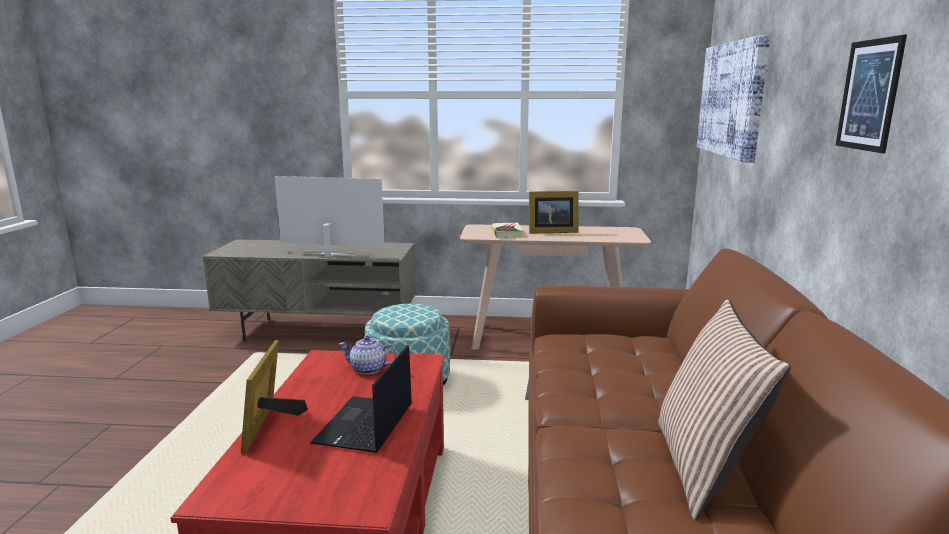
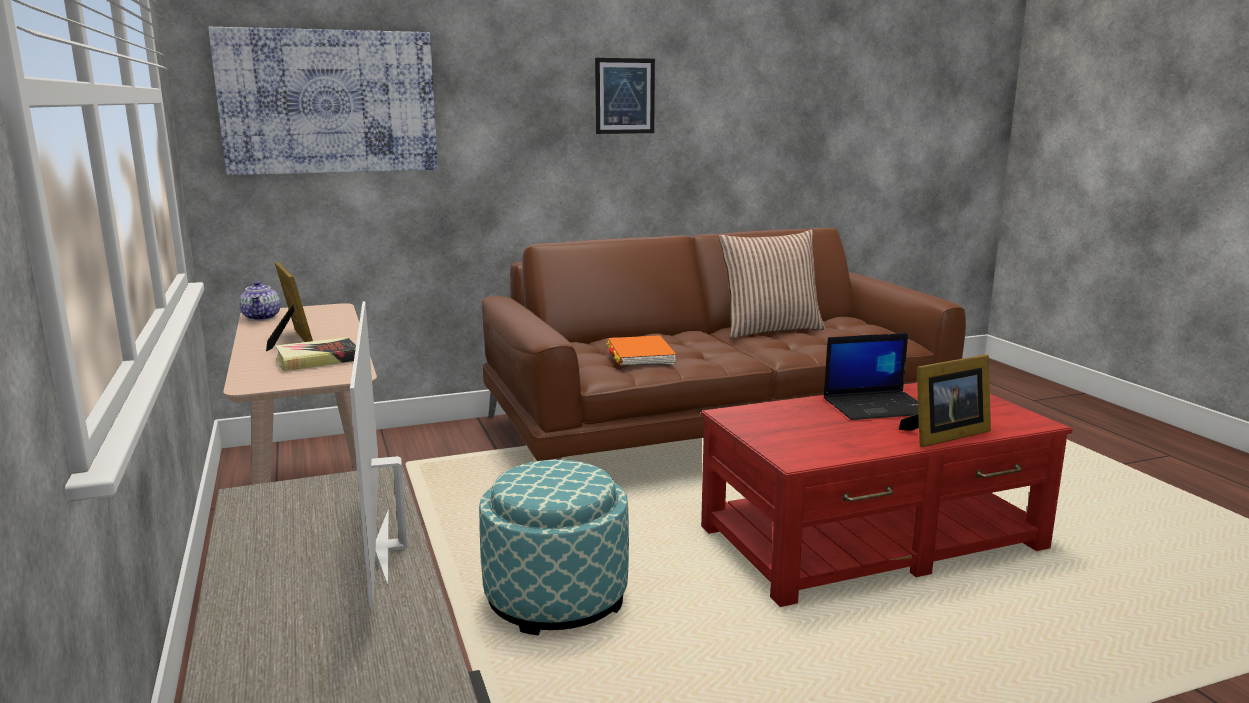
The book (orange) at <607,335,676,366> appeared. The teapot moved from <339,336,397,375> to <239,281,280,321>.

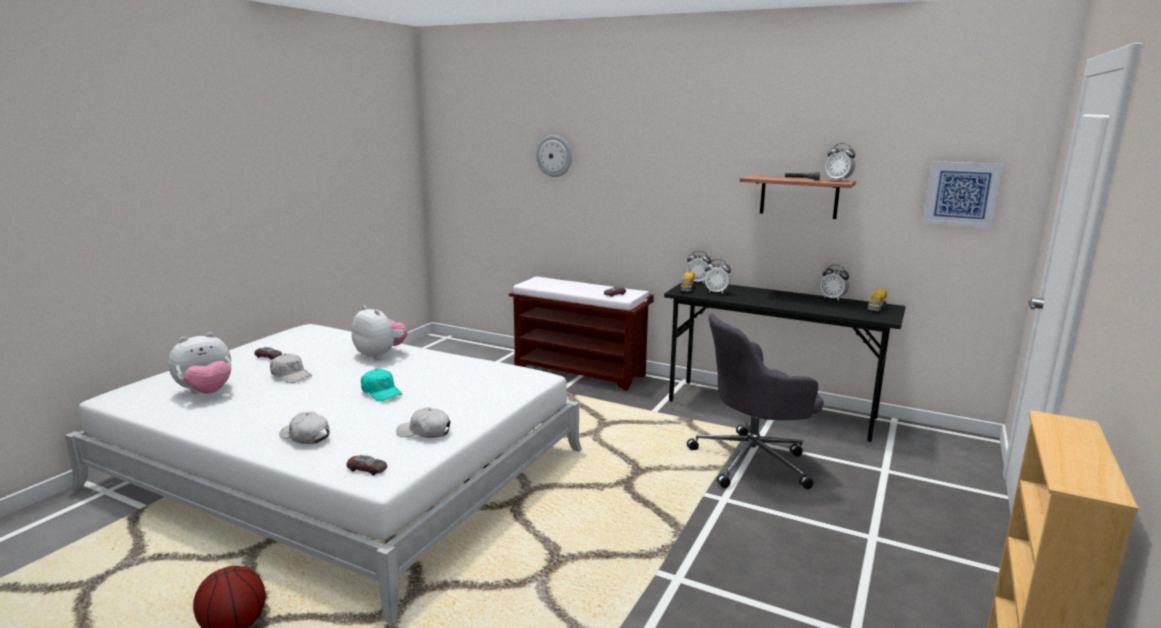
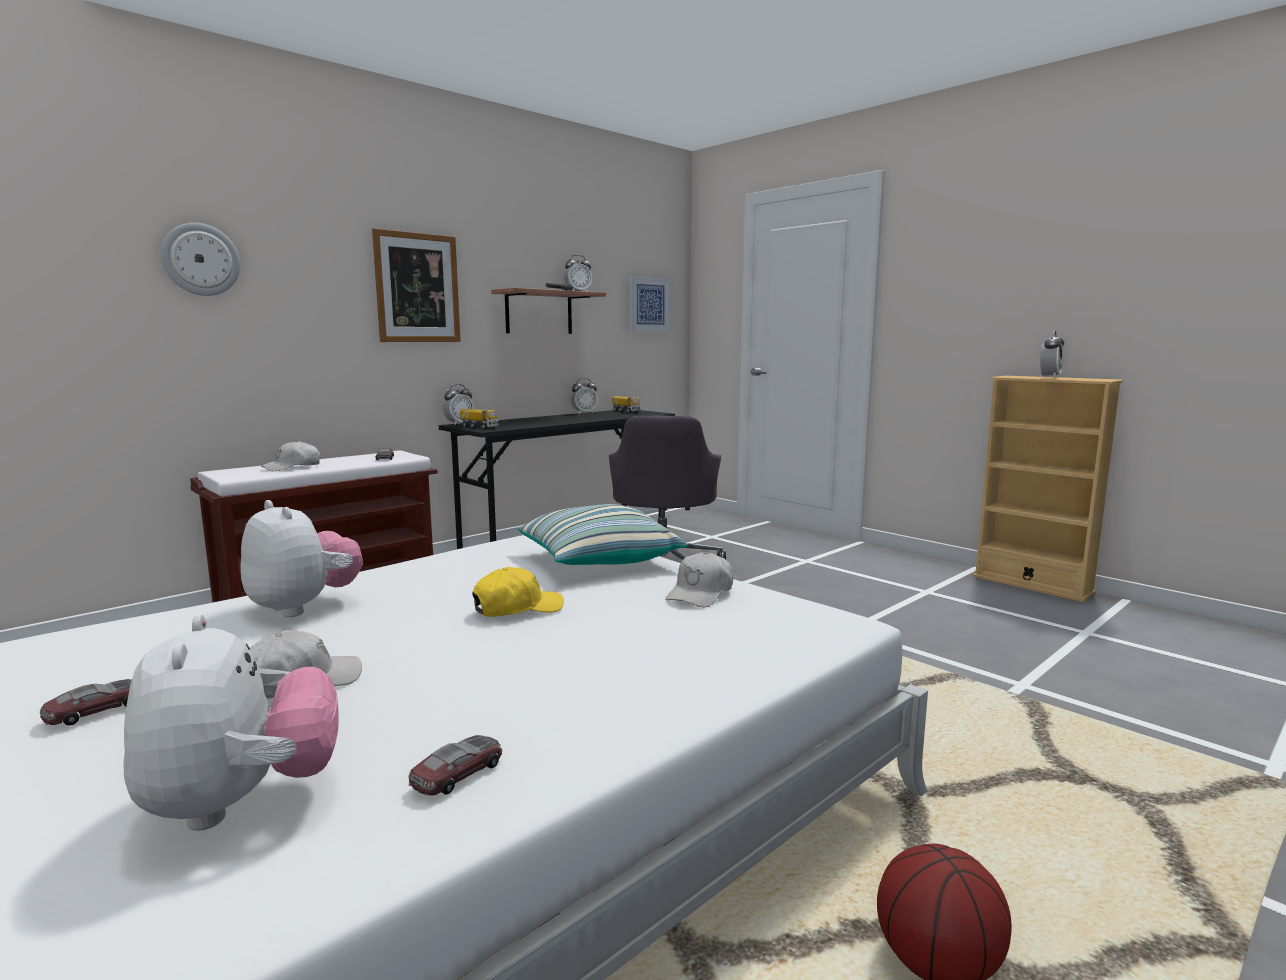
The picture at <372,228,461,342> appeared. The pillow at <516,504,688,565> appeared. The cap (white) moved from <279,412,330,444> to <261,440,320,471>. The toy car moved from <347,455,387,475> to <409,735,502,796>. The alarm clock moved from <705,259,731,293> to <1040,330,1064,378>. The cap (turquoise) at <361,369,402,401> became the cap (yellow) at <472,567,564,617>. The plush toy at <352,306,407,360> turned 75 degrees clockwise.

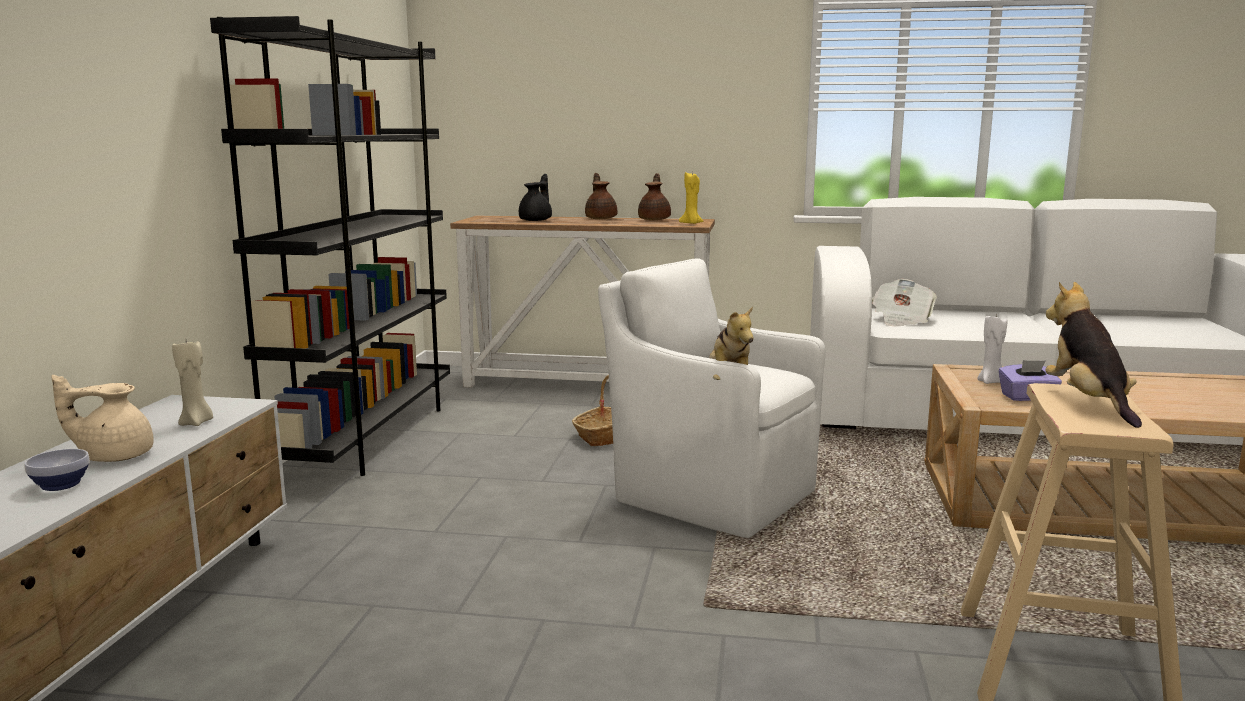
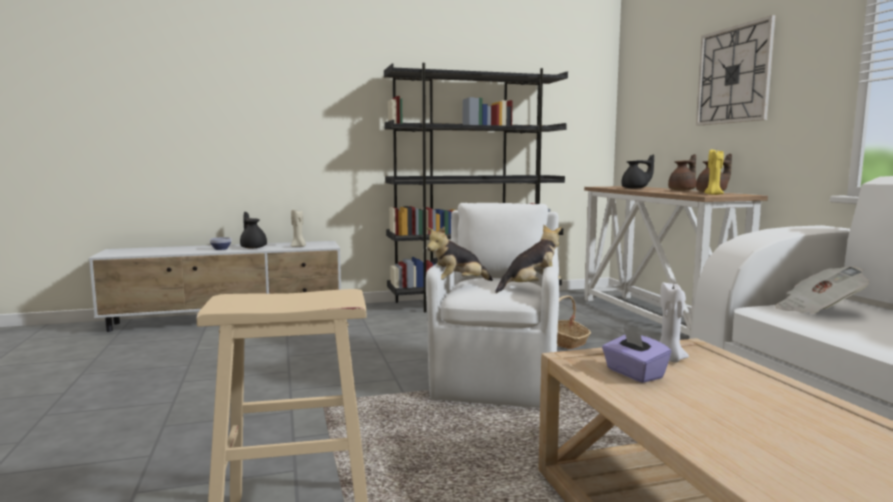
The wall clock at <696,15,776,126> appeared. The plush toy moved from <1045,282,1142,428> to <495,225,562,293>. The teapot (beige) at <51,375,154,462> became the teapot (black) at <240,212,267,249>.

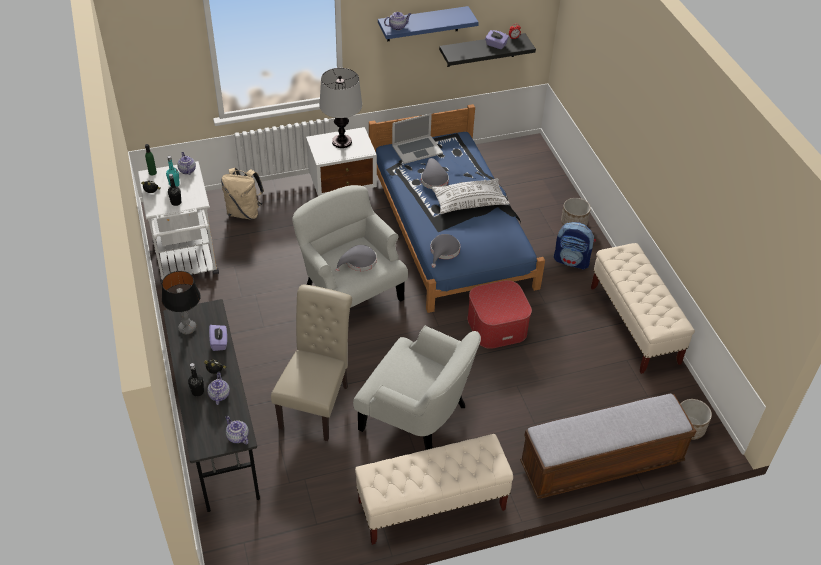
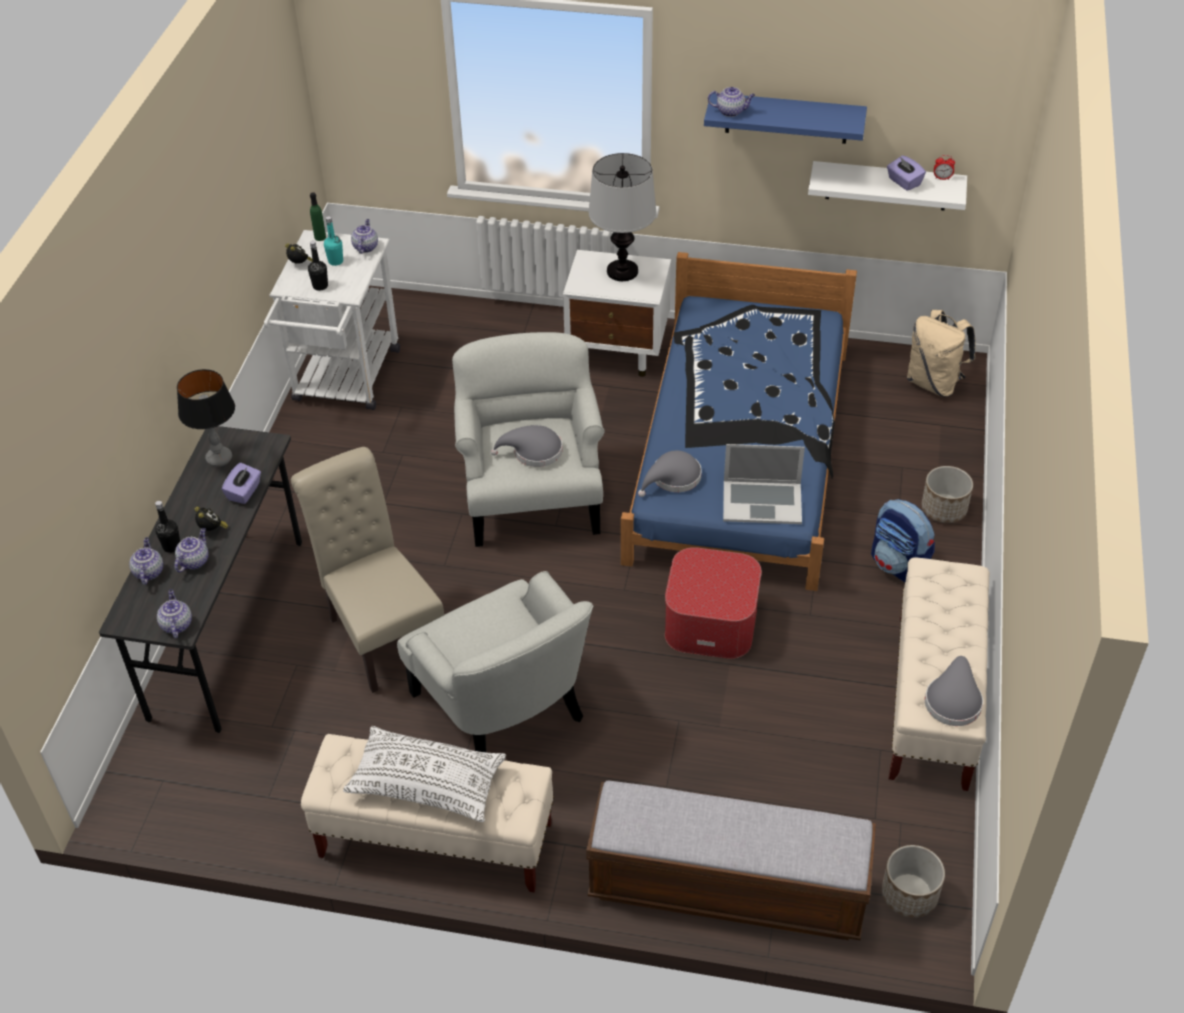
The teapot at <129,537,163,585> appeared. The backpack (beige) moved from <221,168,264,219> to <907,310,976,397>. The laptop moved from <392,113,443,164> to <723,444,805,524>. The hat (grey) moved from <421,158,449,189> to <925,656,983,726>. The pillow (white) moved from <432,178,510,214> to <343,726,506,822>. The shelf (black) at <439,33,536,67> became the shelf (white) at <808,161,967,211>. The chair (beige) at <271,284,352,441> turned 75 degrees counterclockwise.

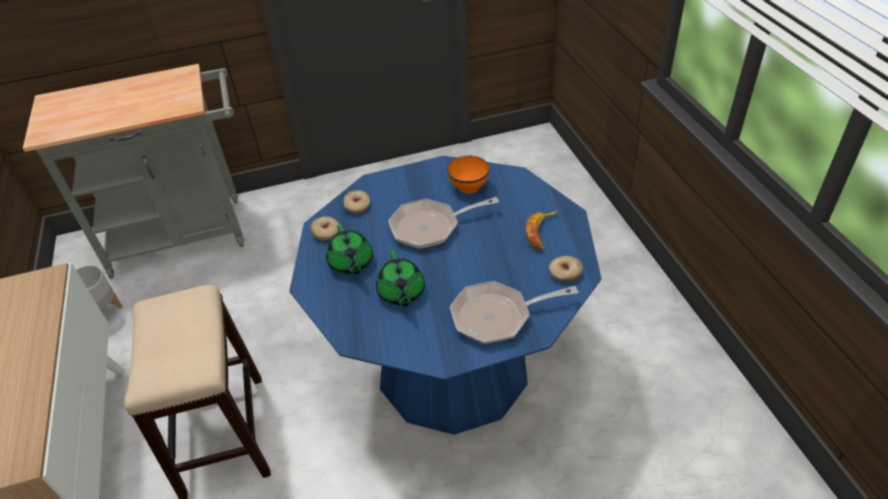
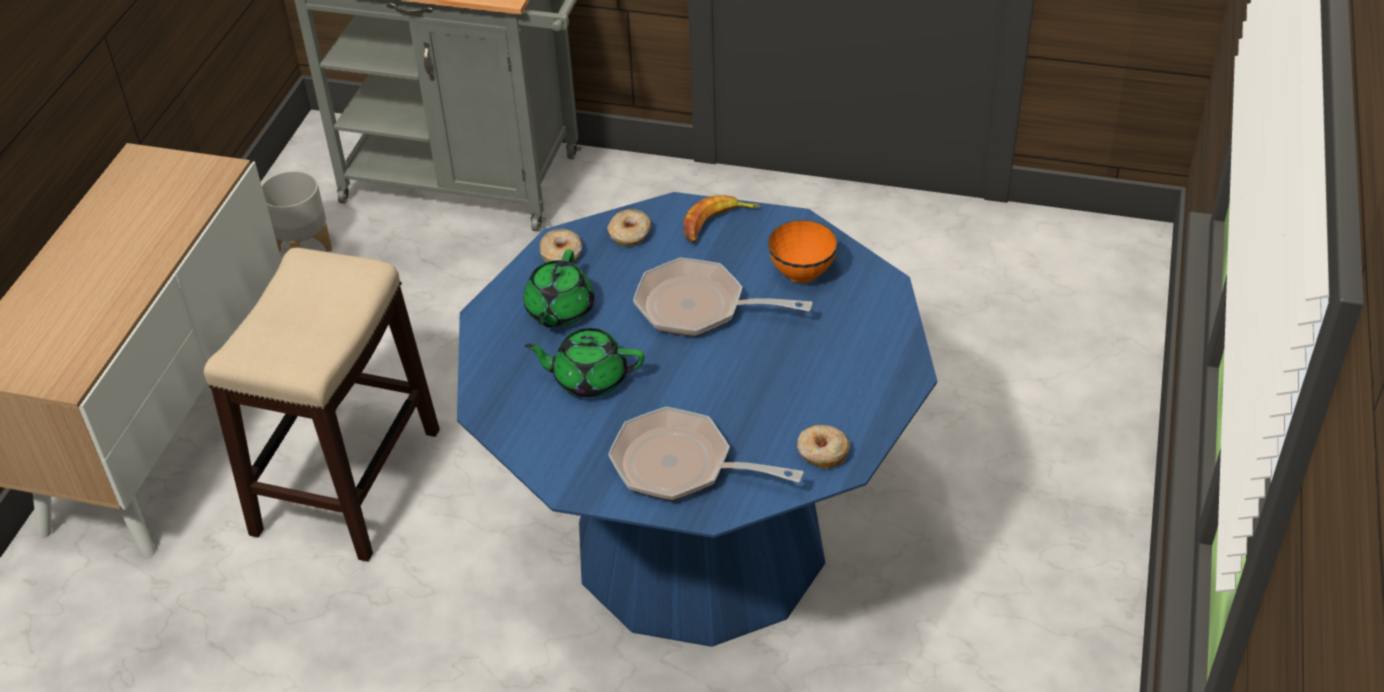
The banana moved from <526,211,558,250> to <683,195,760,243>. The teapot (green) at <376,250,425,306> turned 75 degrees clockwise.

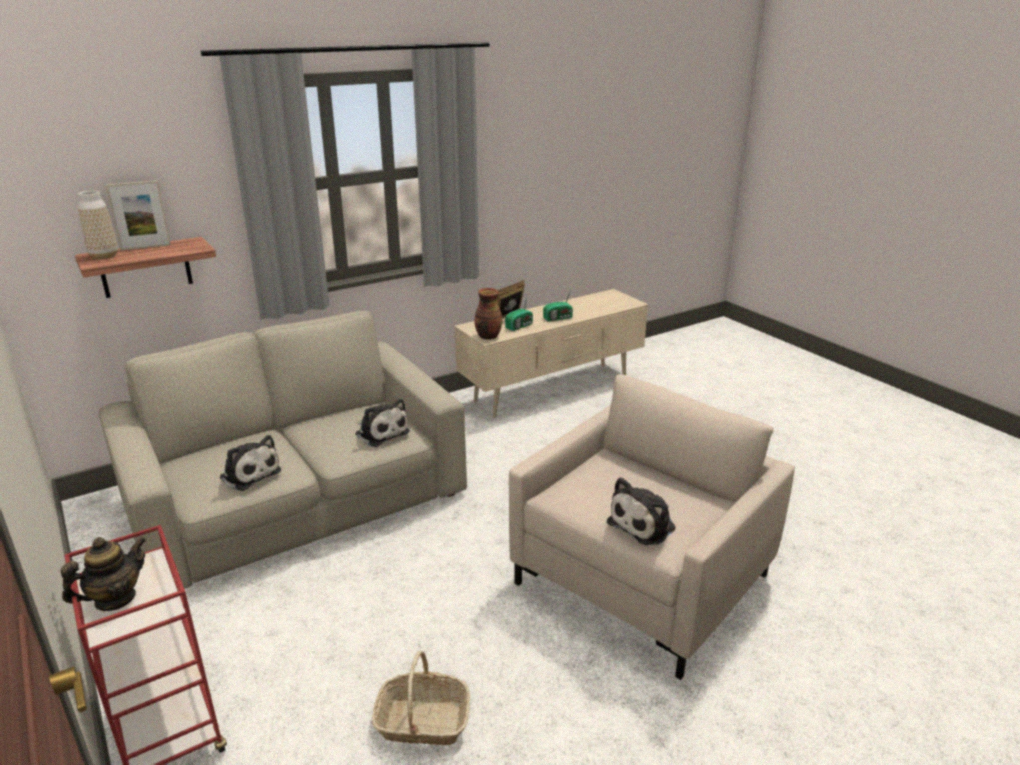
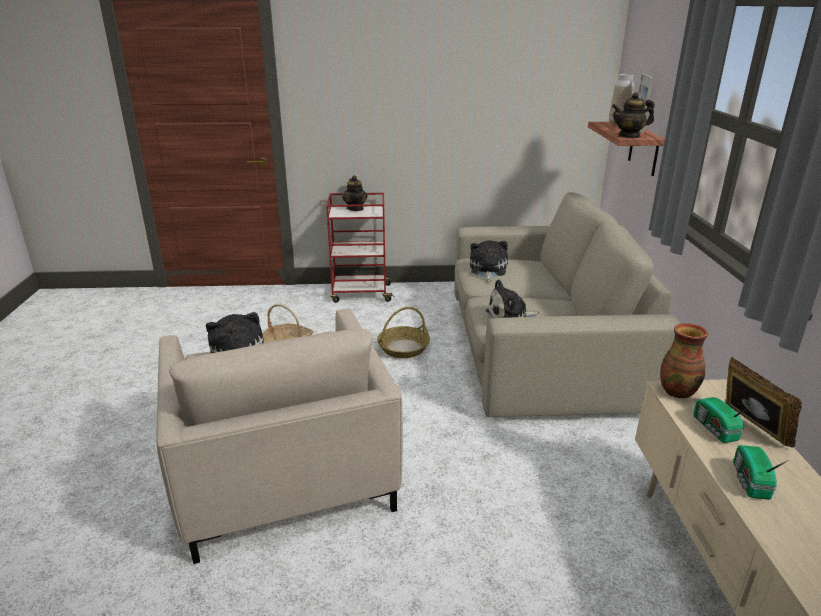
The basket at <377,307,430,358> appeared. The teapot at <612,92,654,138> appeared. The plush toy at <220,435,281,491> turned 120 degrees clockwise.

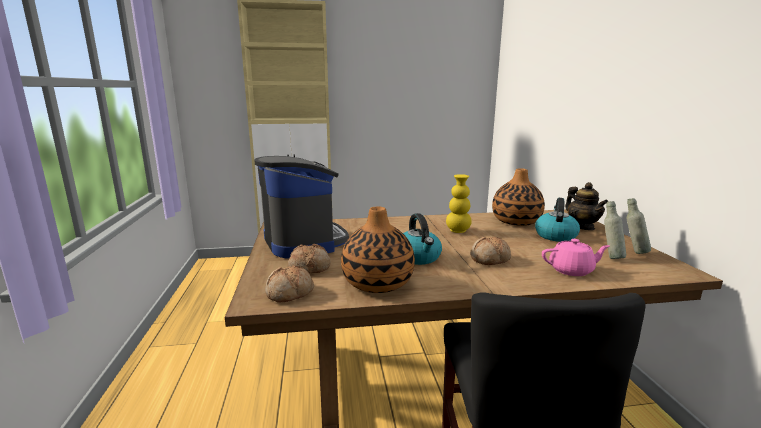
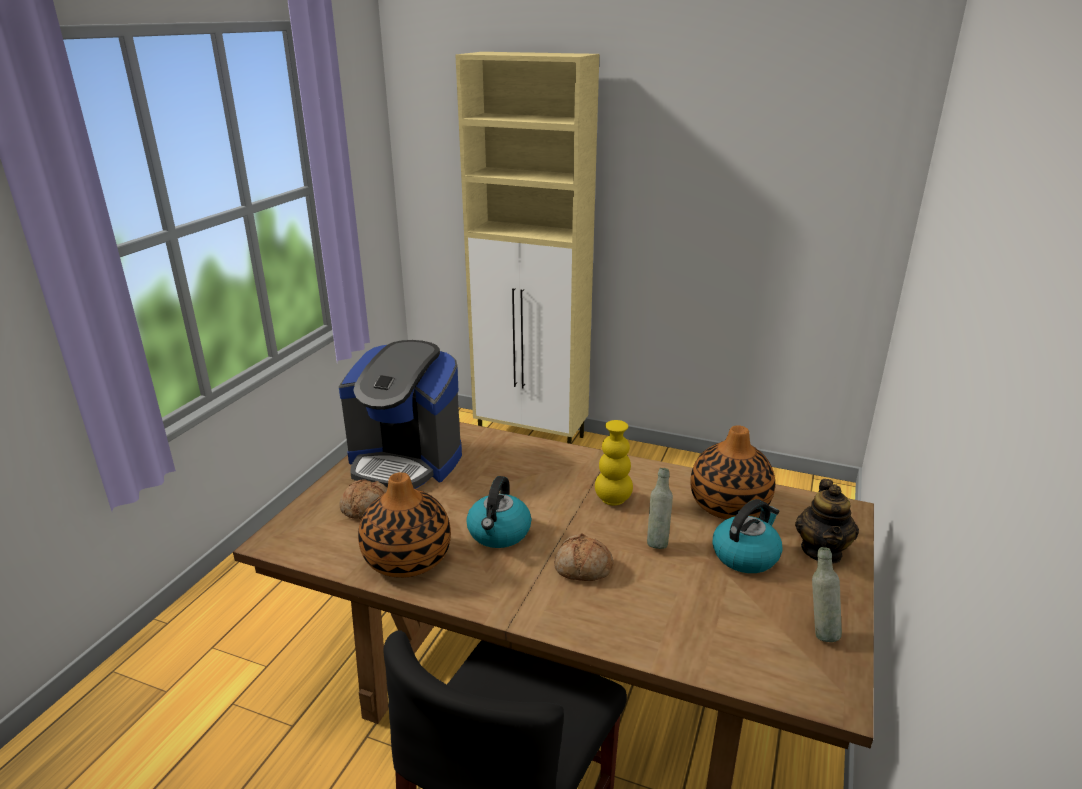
The bread at <265,266,314,303> disappeared. The teapot (pink) at <542,239,610,276> disappeared. The bottle (grey) moved from <604,201,626,259> to <647,468,673,549>. The coffee machine at <254,156,349,258> turned 105 degrees clockwise.

